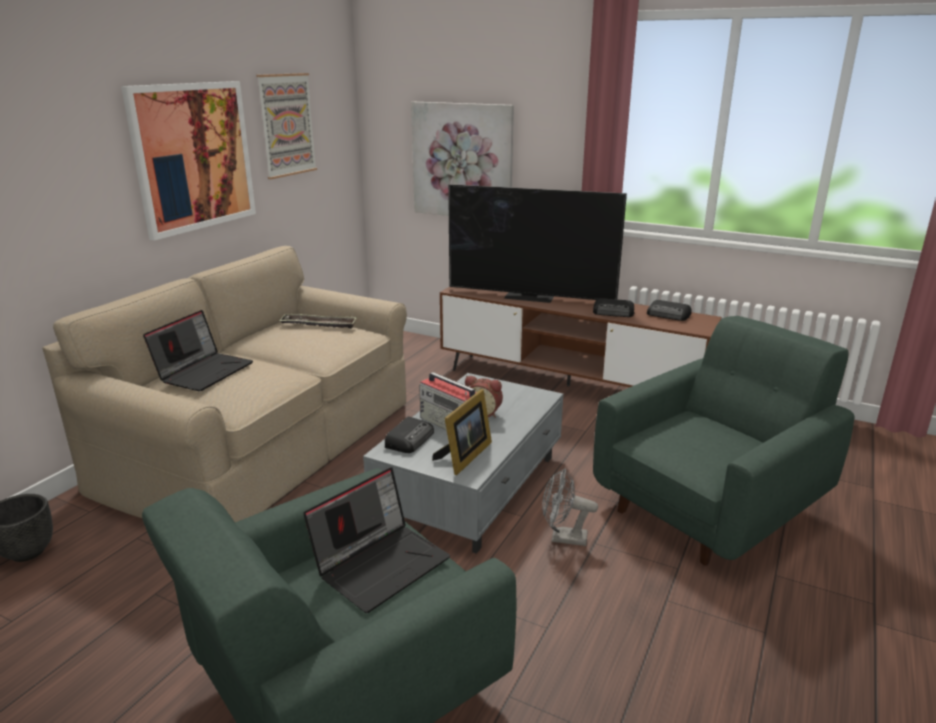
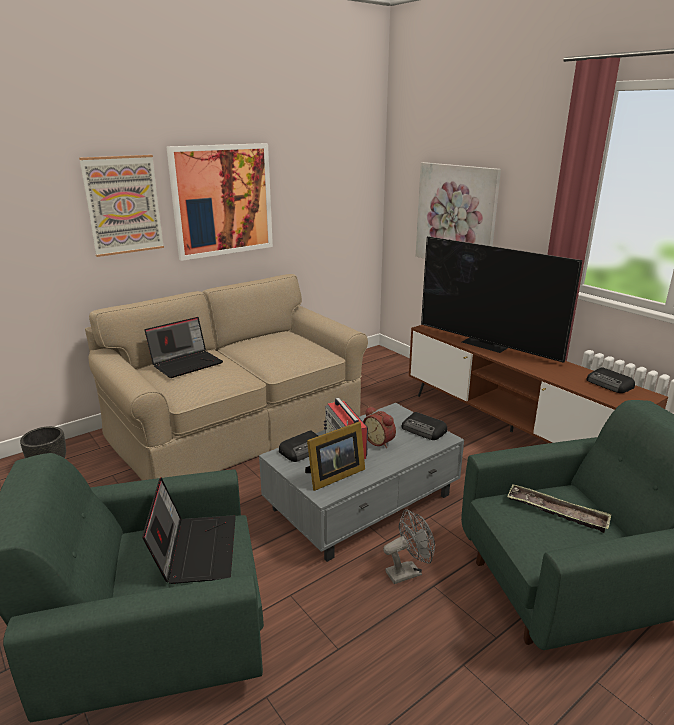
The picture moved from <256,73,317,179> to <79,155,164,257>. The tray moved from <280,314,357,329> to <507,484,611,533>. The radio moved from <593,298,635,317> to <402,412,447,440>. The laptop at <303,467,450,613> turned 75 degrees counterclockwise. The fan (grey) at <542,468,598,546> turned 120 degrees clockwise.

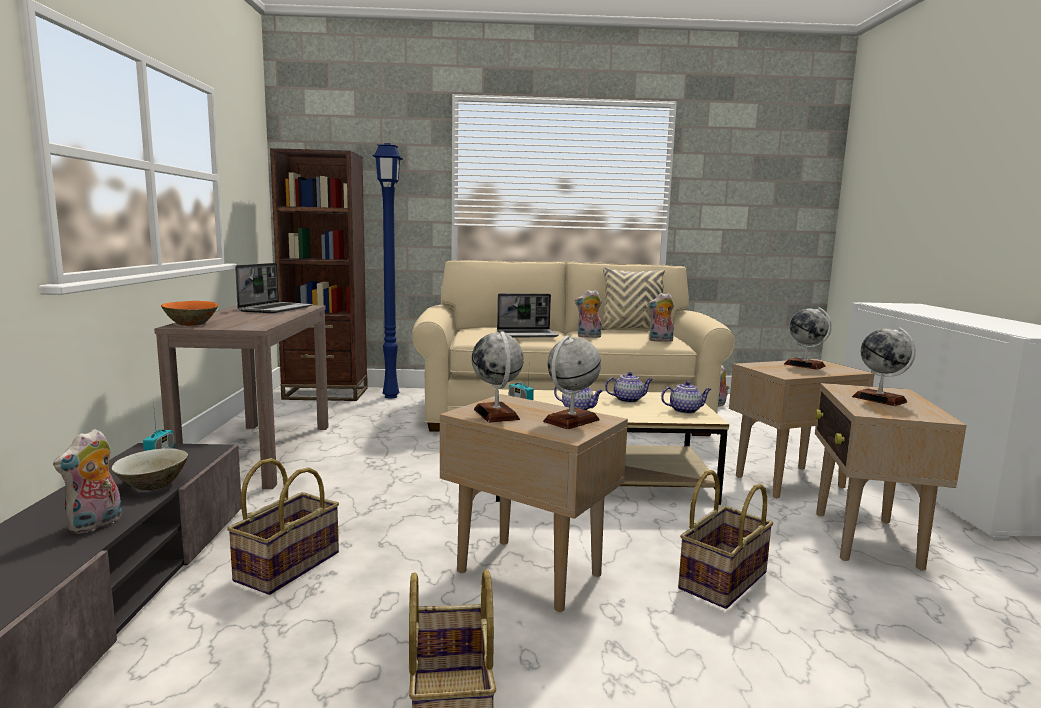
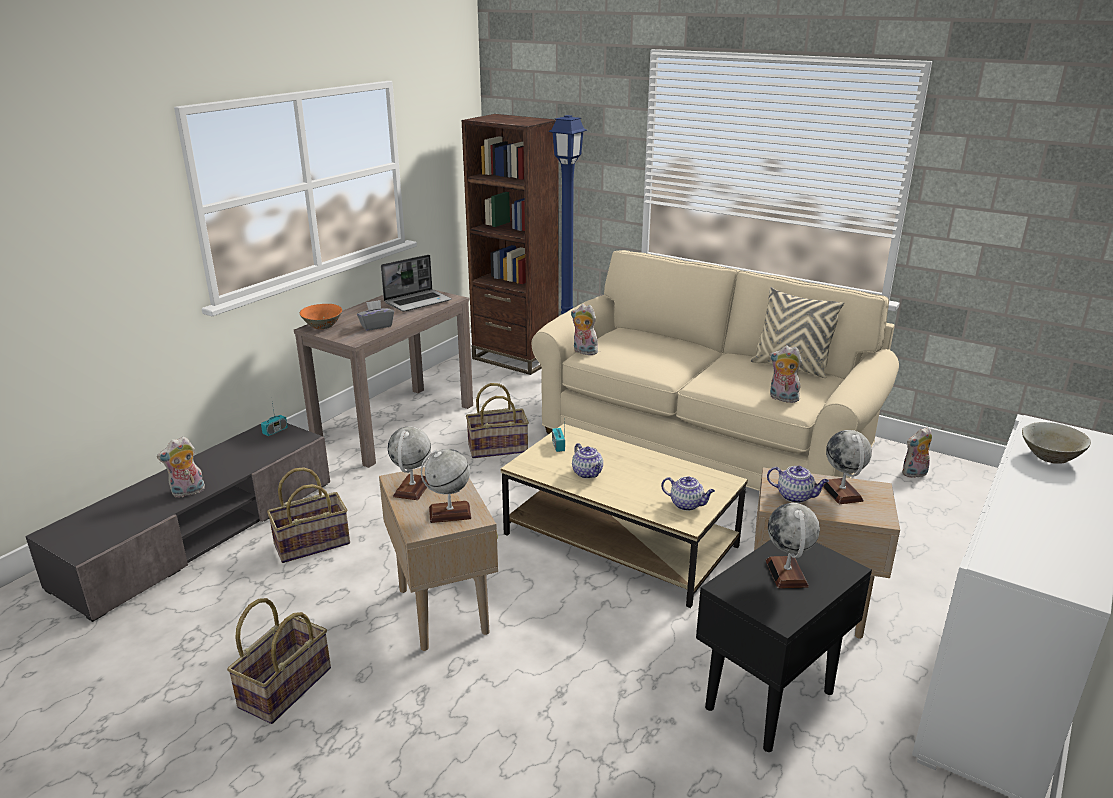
The laptop at <497,294,559,338> disappeared. The tissue box (grey) at <357,300,394,331> appeared. The bowl (beige) moved from <112,448,188,491> to <1022,422,1091,464>. The plush toy moved from <575,290,602,338> to <571,304,598,355>. The teapot moved from <605,372,653,403> to <767,466,829,503>. The basket moved from <678,470,774,609> to <466,383,529,458>. The side table (beige) at <815,383,967,571> became the side table (black) at <696,540,872,752>.

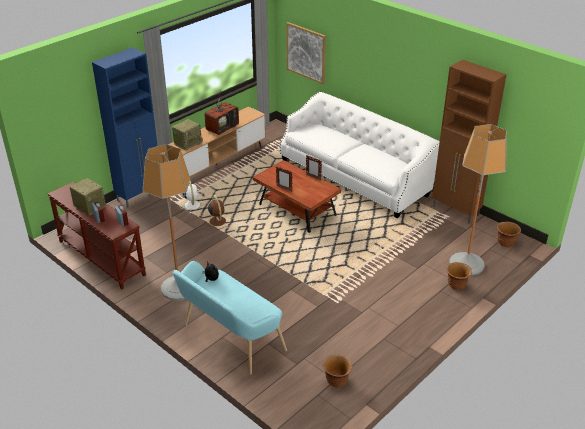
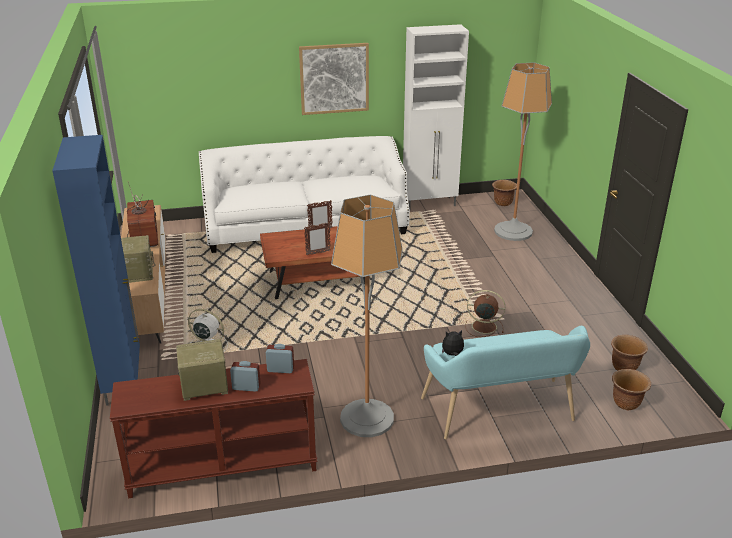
The fan (brown) moved from <204,195,230,230> to <465,290,505,337>. The picture moved from <286,22,326,84> to <299,43,369,115>. The planter (brown) moved from <447,262,472,290> to <612,369,651,410>. The cabinet (brown) at <432,60,507,223> became the cabinet (white) at <403,24,469,209>.

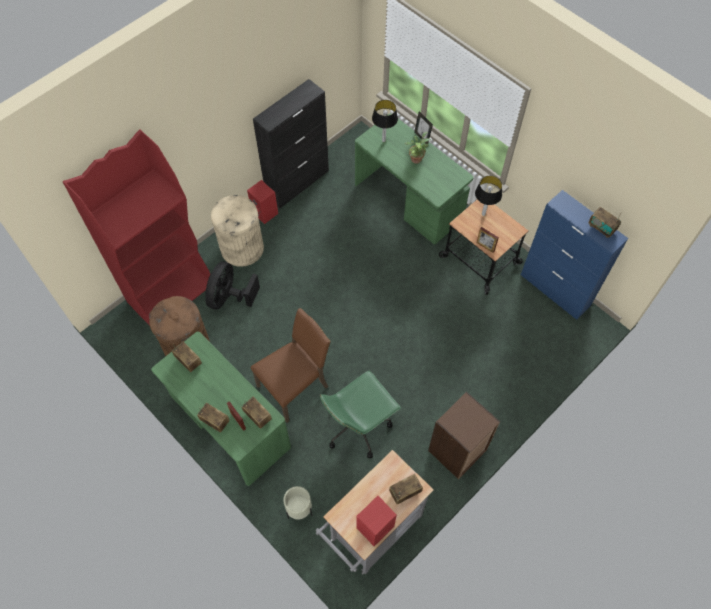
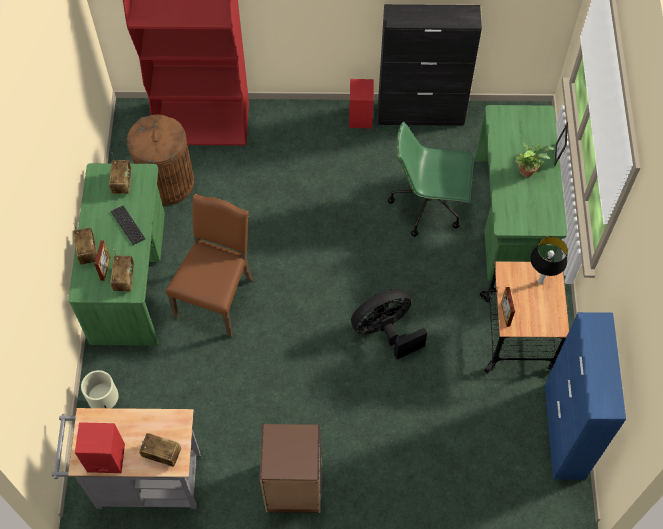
The trash can (beige) at <211,195,264,267> disappeared. The table lamp at <372,100,398,142> disappeared. The radio at <589,207,622,238> disappeared. The keyboard at <111,206,145,245> appeared. The fan (black) moved from <205,262,260,310> to <351,289,427,359>. The office chair (green) moved from <320,371,401,458> to <388,122,474,237>. The chair (brown) at <251,308,331,423> turned 75 degrees counterclockwise.

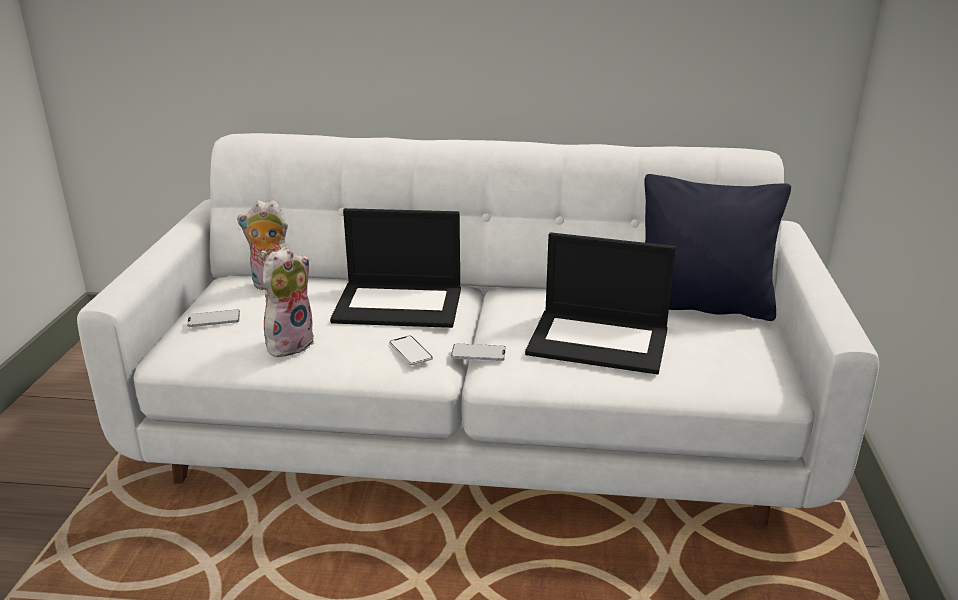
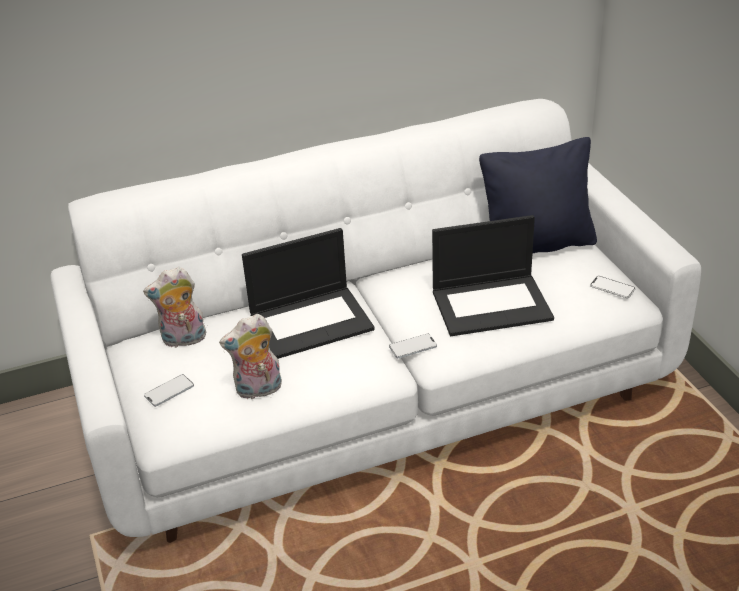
The phone moved from <389,336,433,365> to <590,276,636,298>. The plush toy at <263,247,315,359> turned 120 degrees counterclockwise.

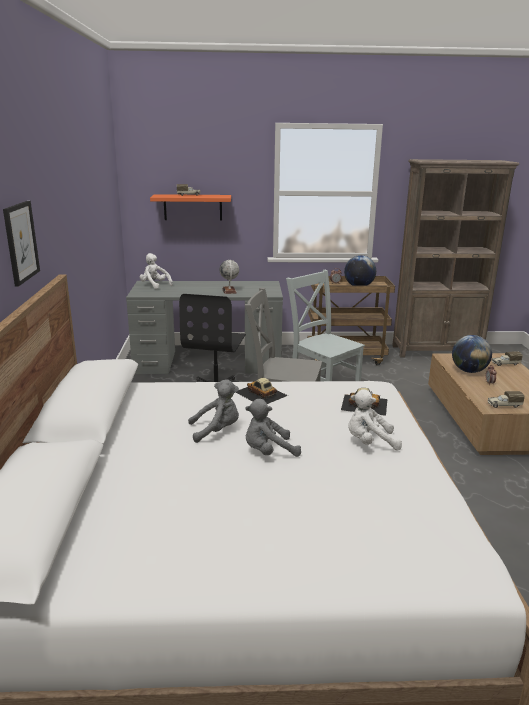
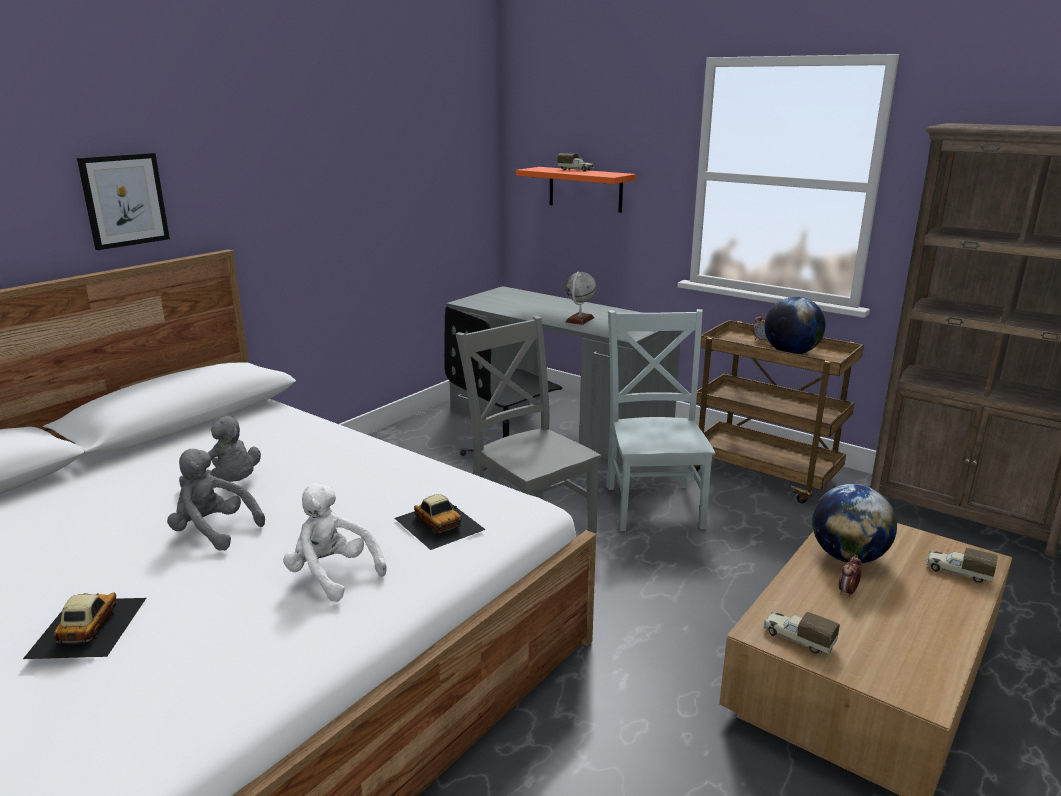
The plush toy (white) at <140,253,173,289> disappeared. The toy car moved from <235,378,288,404> to <23,592,146,659>.

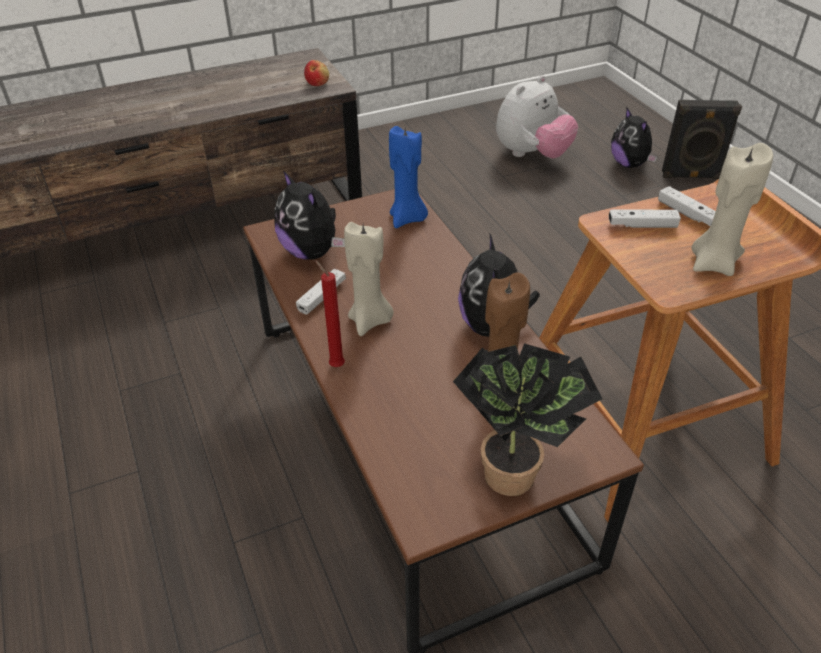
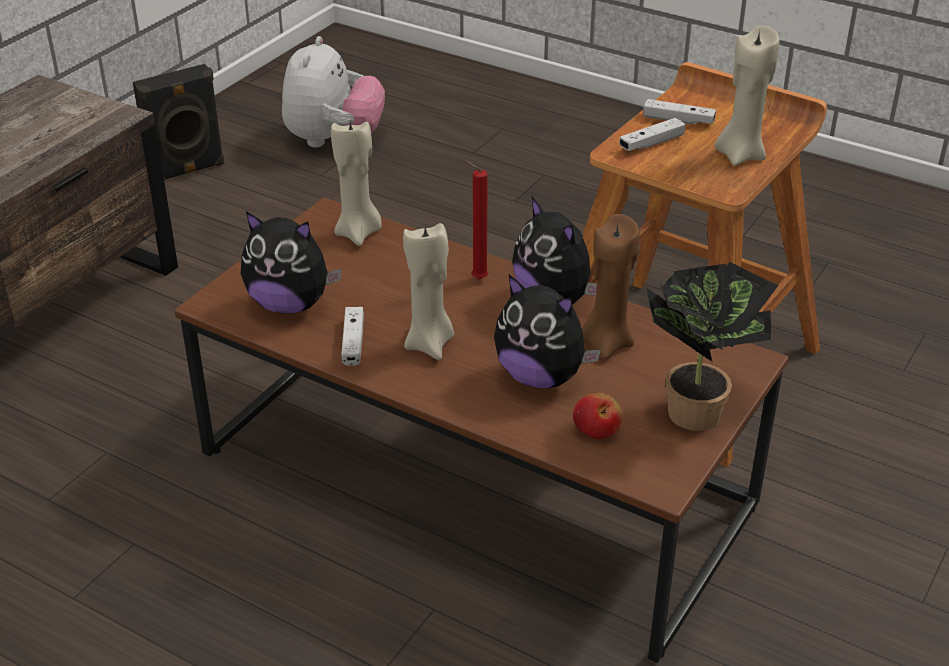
The apple moved from <304,60,329,86> to <573,393,622,439>. The candle (red) moved from <315,260,345,367> to <465,161,489,279>. The plush toy moved from <611,108,658,168> to <494,275,601,388>. The speaker (black) moved from <662,100,742,179> to <133,64,225,180>. The candle (blue) at <389,126,428,228> became the candle (beige) at <331,121,381,246>.

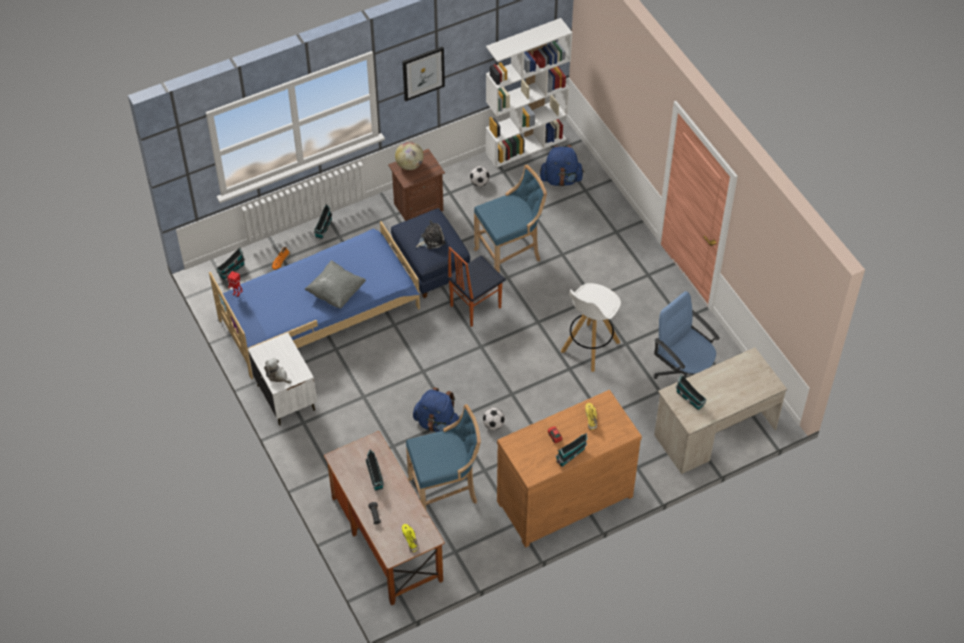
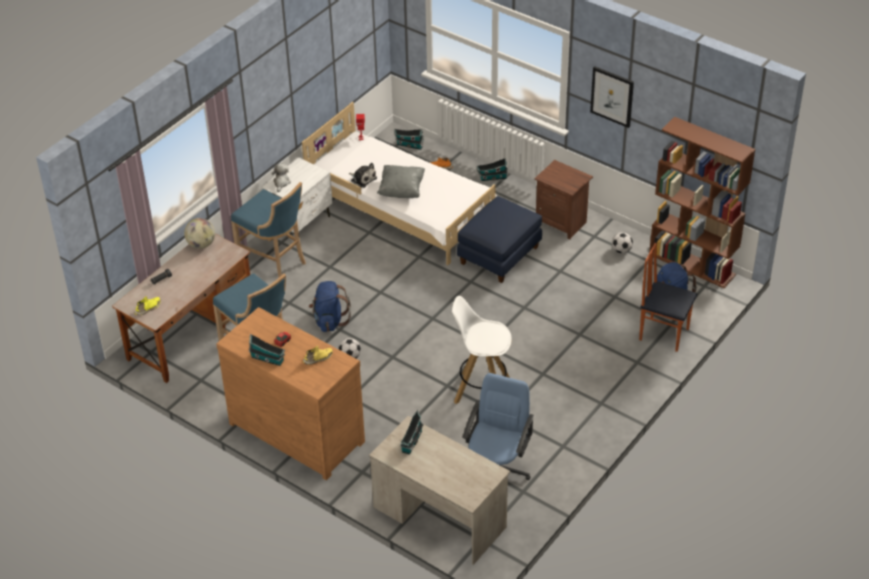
The toy house at <365,449,384,491> disappeared. The globe moved from <395,141,424,170> to <184,218,215,249>. The plush toy moved from <416,220,446,249> to <349,163,377,188>. The chair moved from <447,247,506,327> to <639,243,698,352>. The stool (blue) moved from <474,165,547,273> to <231,182,306,277>. The bed (blue) at <209,221,420,379> became the bed (white) at <302,102,497,266>. The bookcase (white) at <486,18,573,168> became the bookcase (brown) at <649,117,755,288>.

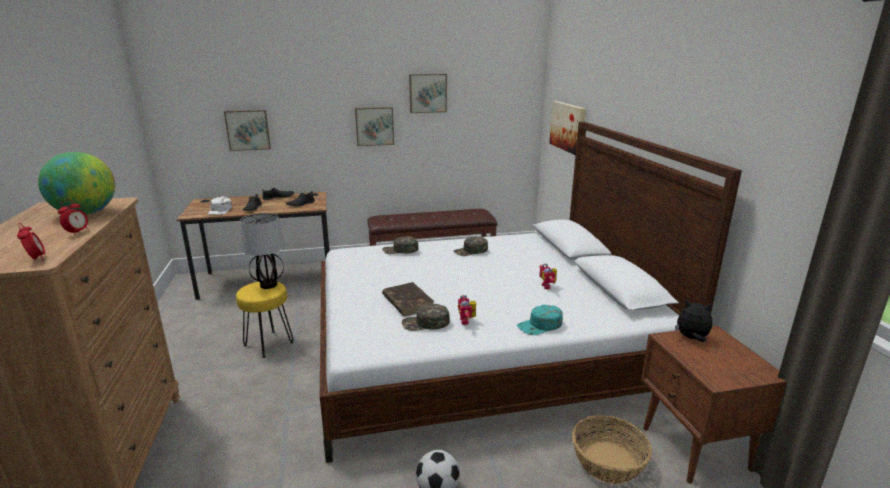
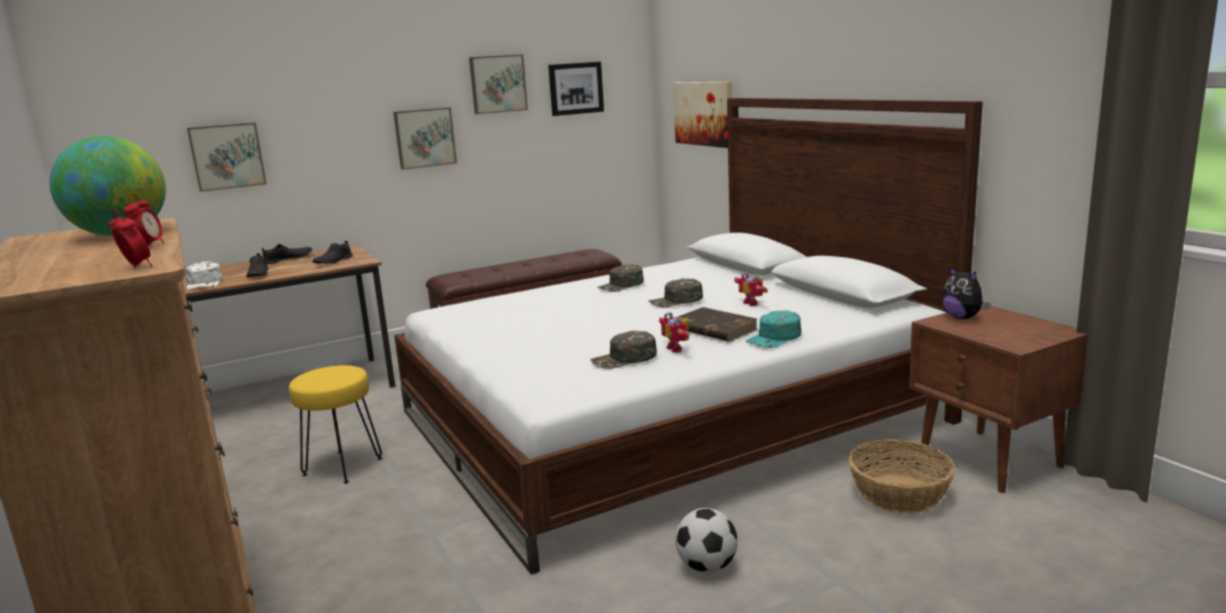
The table lamp at <240,213,285,289> disappeared. The picture at <548,62,604,116> appeared. The cap (green) moved from <382,236,419,254> to <649,278,703,307>. The book (brown) moved from <382,282,434,316> to <675,307,758,342>. The plush toy at <675,300,712,342> turned 120 degrees counterclockwise.

